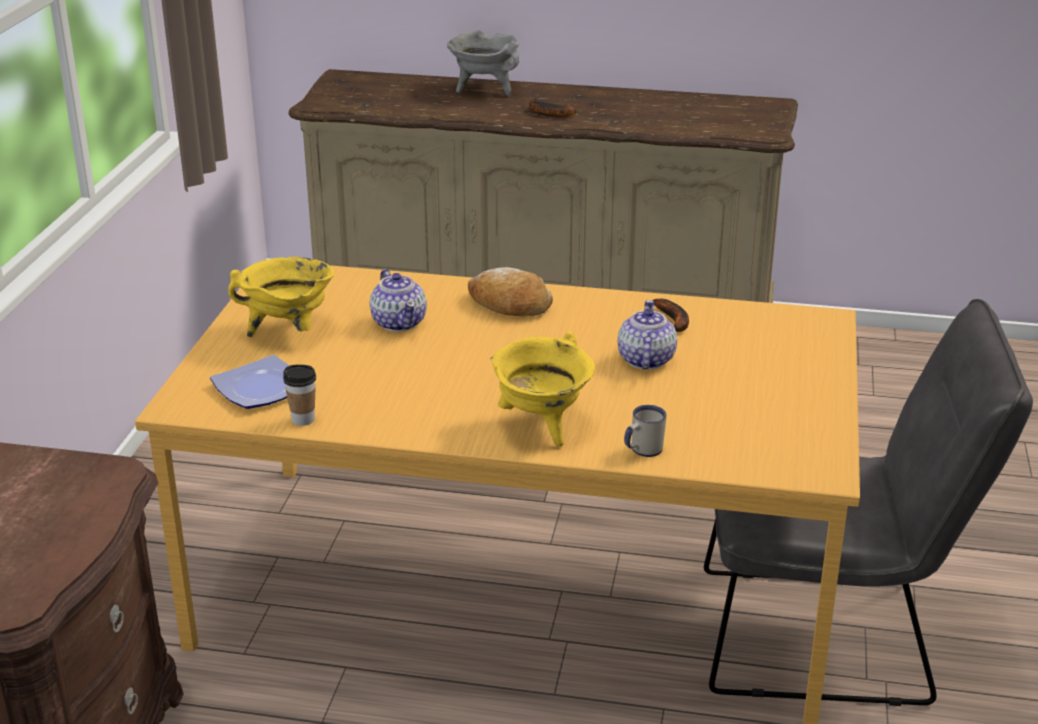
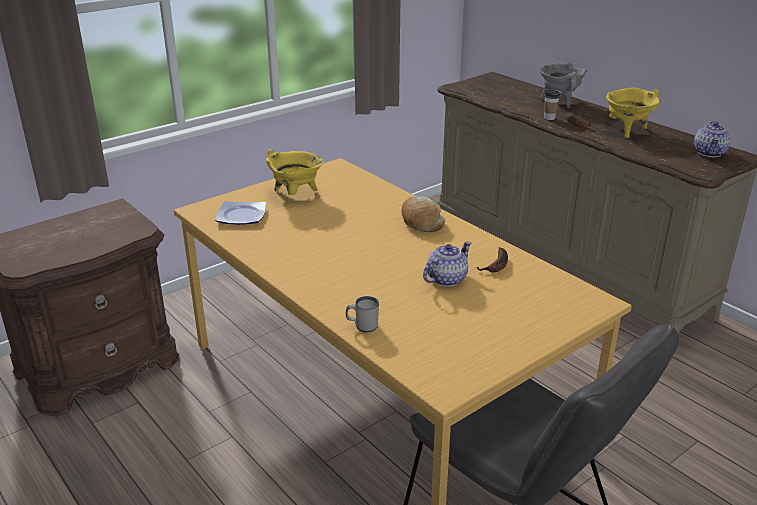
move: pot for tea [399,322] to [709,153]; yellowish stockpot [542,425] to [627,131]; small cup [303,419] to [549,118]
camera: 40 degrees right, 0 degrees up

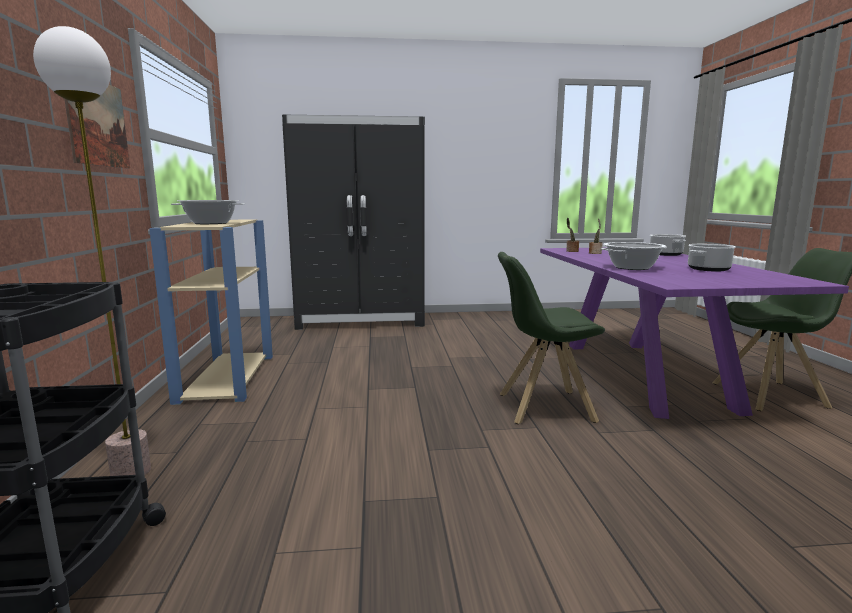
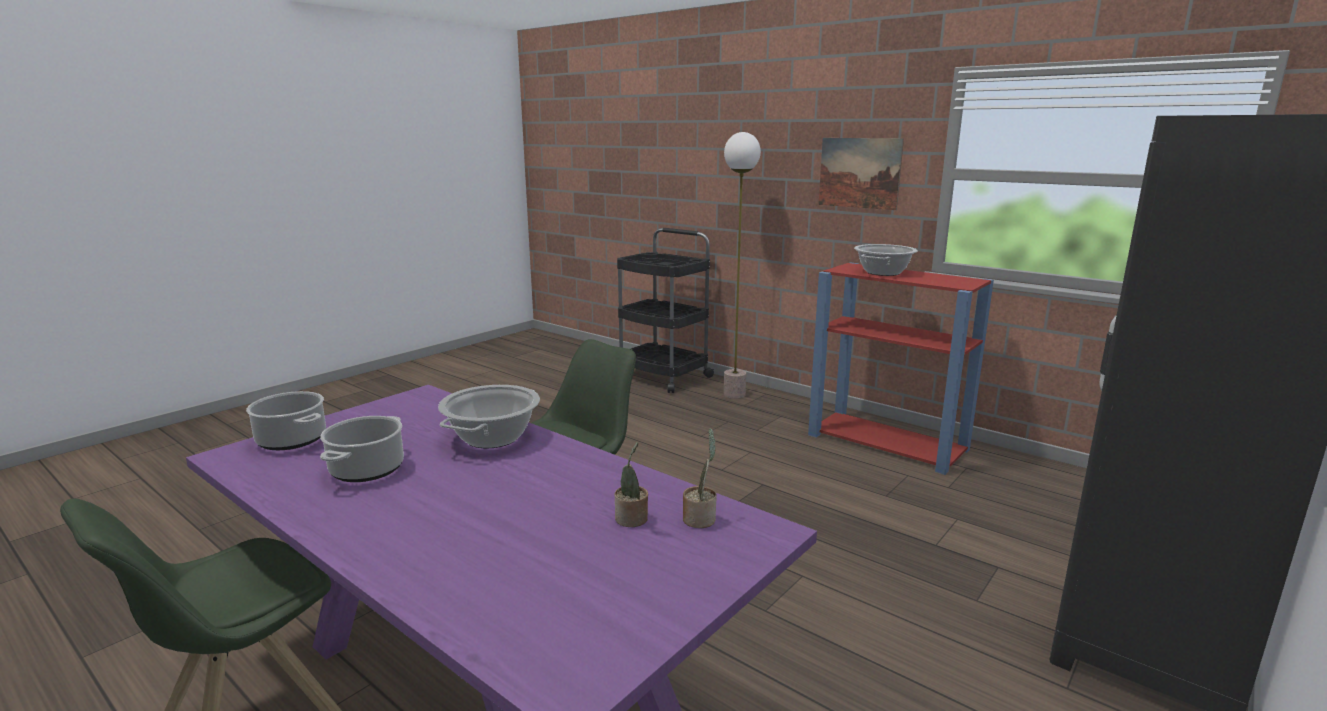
move: stockpot [666,254] to [291,440]
recolor: beige-coloured bookshelf [228,377] to reddish bookshelf [887,442]
camera: 135 degrees right, 5 degrees up

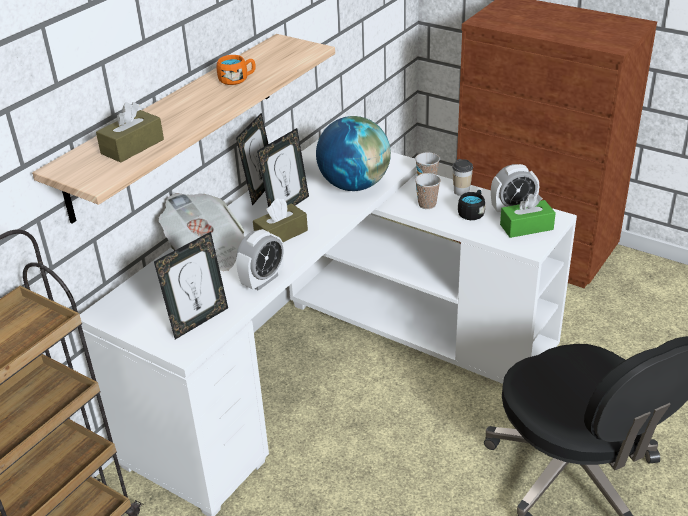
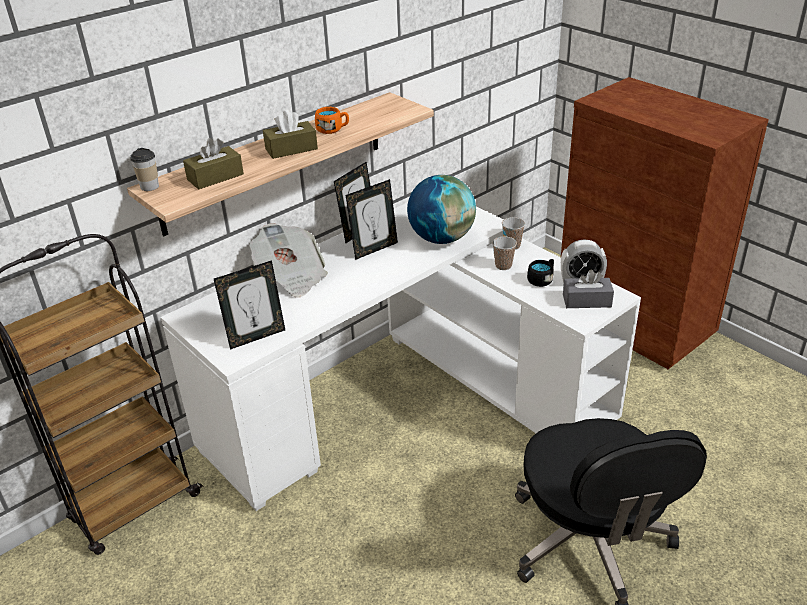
delete: bedside clock [262,280]
move: small cup [461,191] to [149,186]; brown-coloured tissue holder [281,234] to [291,149]
recolor: green-coloured tissue holder [526,227] to gray tissue holder [586,301]
camera: 15 degrees right, 0 degrees up

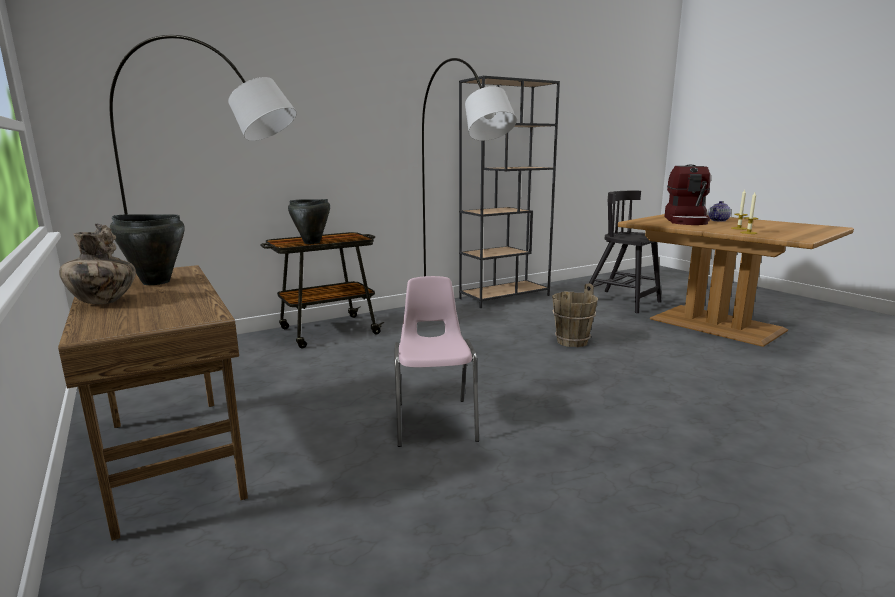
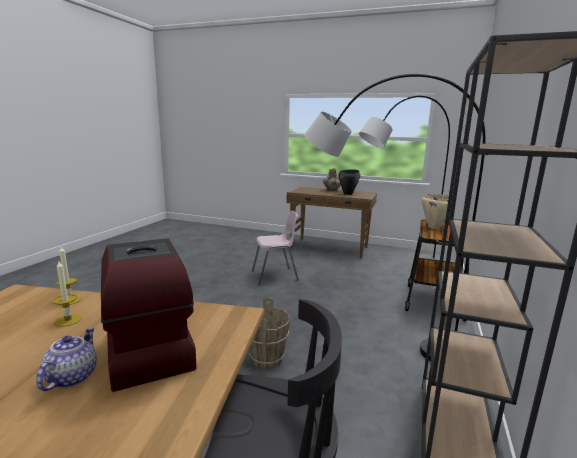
recolor: black-coloured stockpot [312,242] to beige-coloured stockpot [433,227]
rotate: pink chair [435,421] = [275,276] 60 degrees counterclockwise
camera: 140 degrees right, 0 degrees up

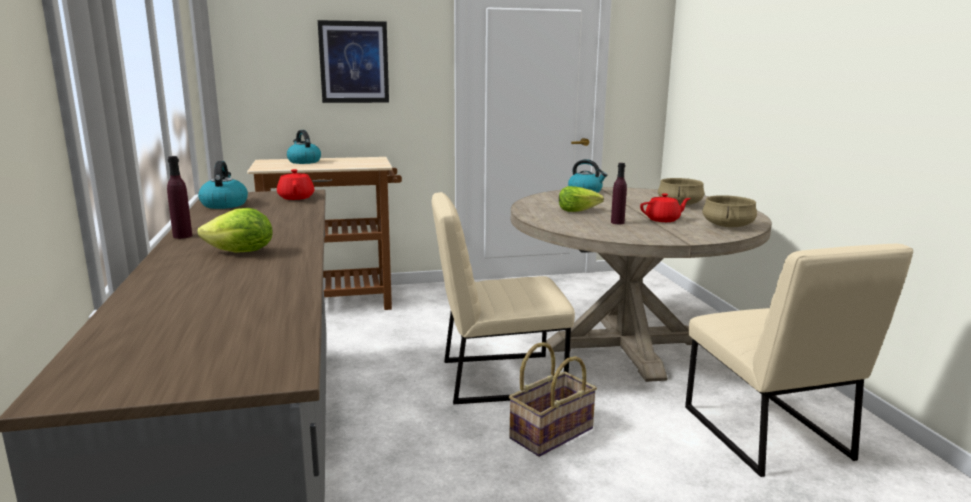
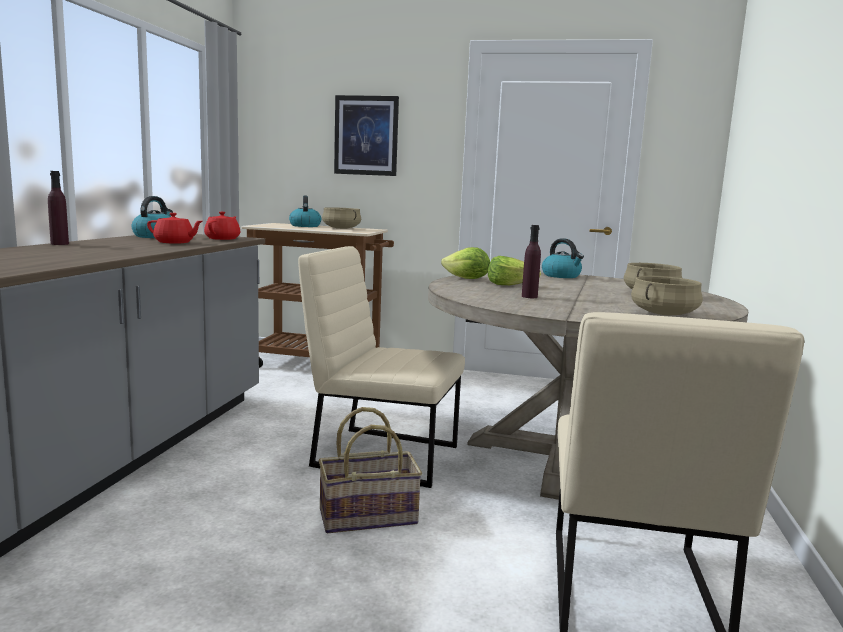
insert: beige-coloured stockpot [341,228]
move: reddish pot for tea [663,220] to [174,242]; head of lettuce [241,253] to [467,279]
camera: 25 degrees right, 5 degrees down

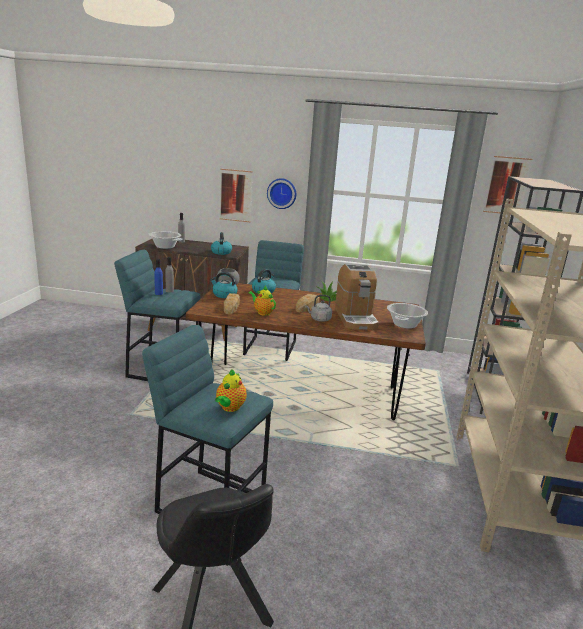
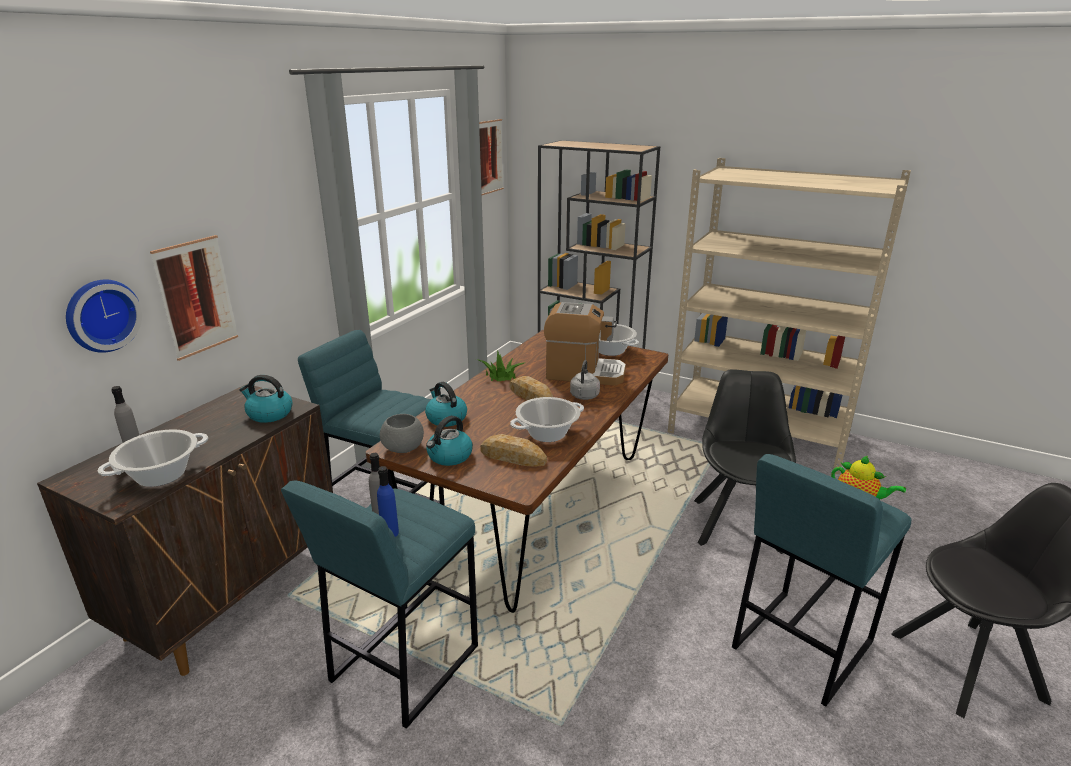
insert: black-coloured chair [736,523]
move: hanging clock [282,193] to [101,315]
replace: pot for tea [262,312] to stockpot [547,433]
camera: 70 degrees left, 5 degrees up

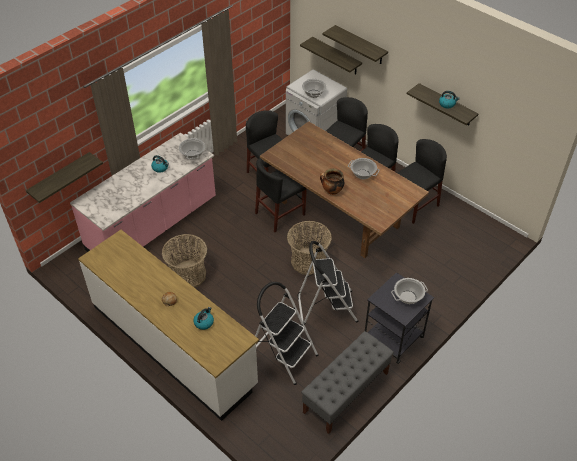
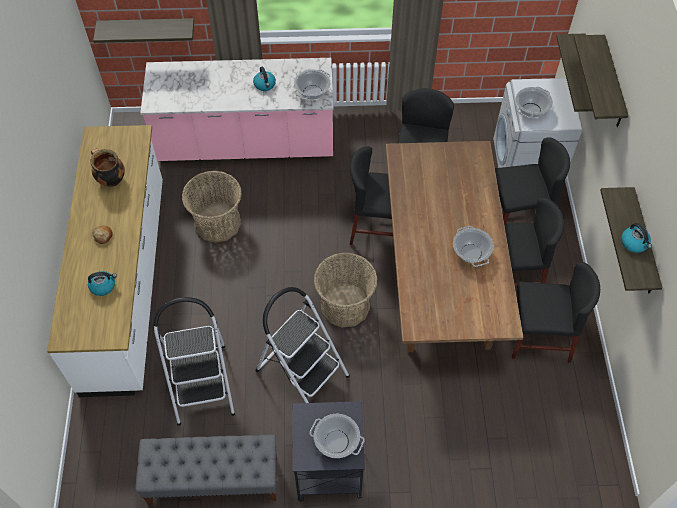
move: stockpot [332,191] to [111,180]
camera: 45 degrees right, 10 degrees up

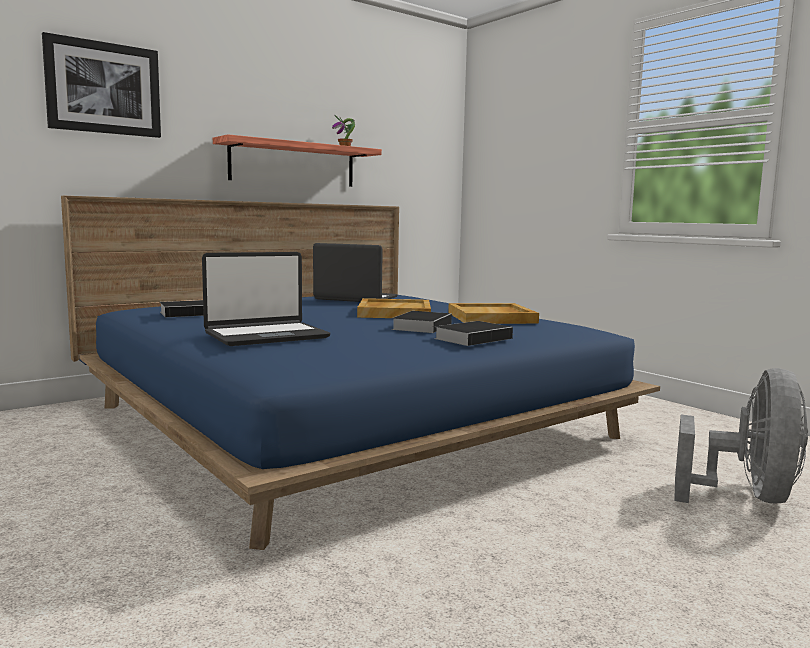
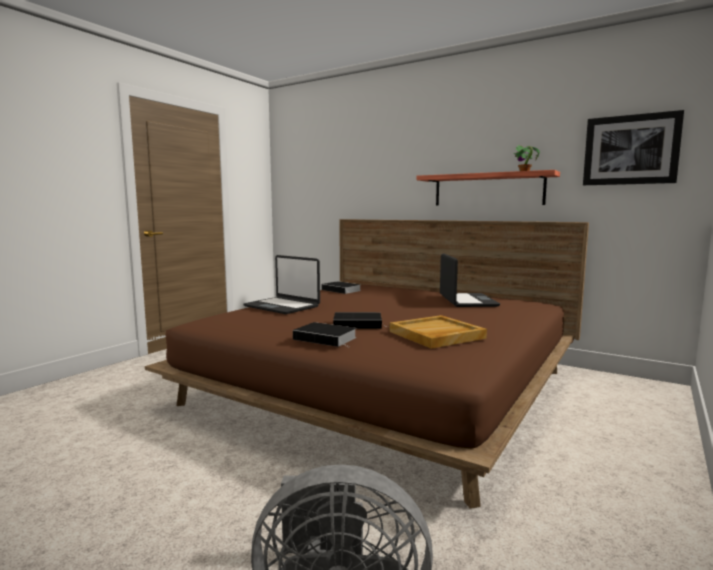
delete: beige-coloured serving tray [394,312]
move: wall art [104,88] to [630,150]
recolor: blue-coloured bedroom bed [348,421] to brown-coloured bedroom bed [384,387]
camera: 70 degrees right, 0 degrees up

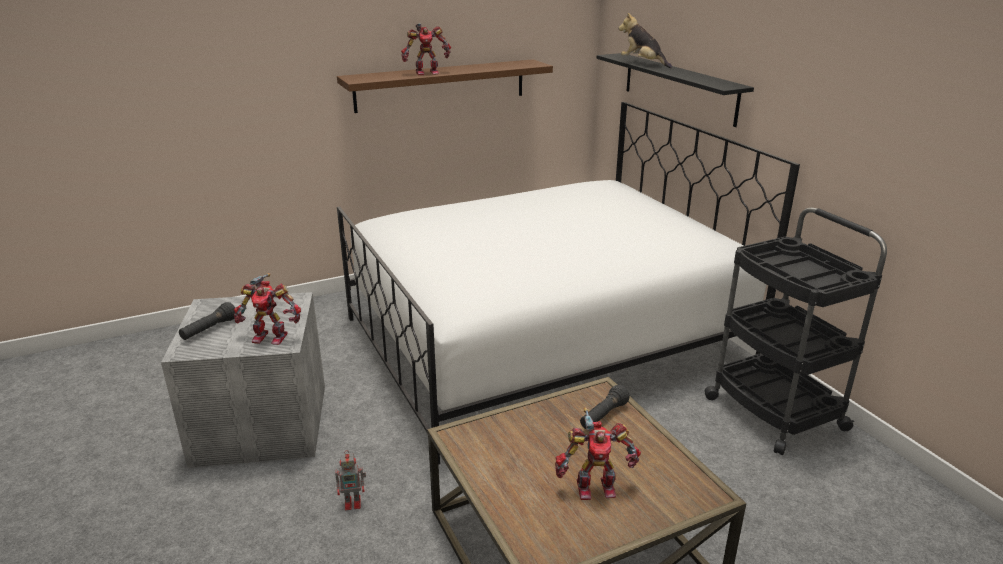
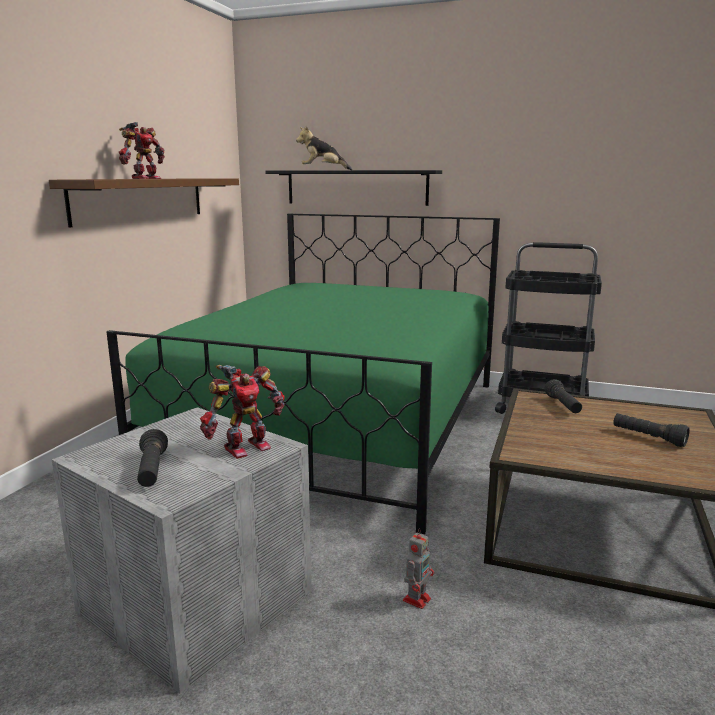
replace: robot figure [594,486] to black-coloured torch [648,437]
recolor: whitish bedroom bed [545,339] to green-coloured bedroom bed [339,423]
camera: 45 degrees left, 10 degrees down

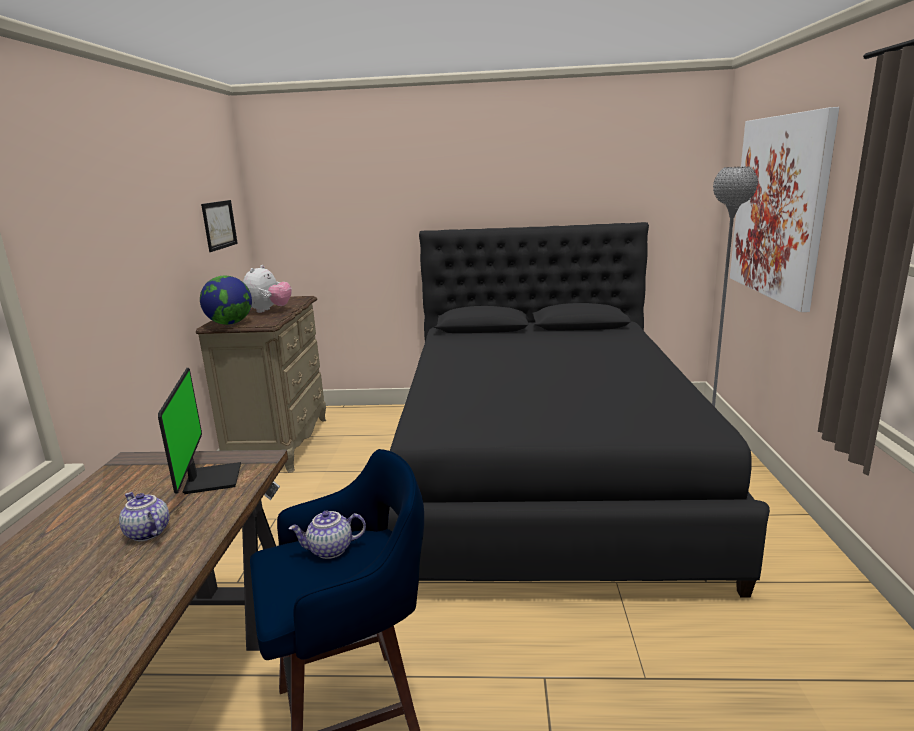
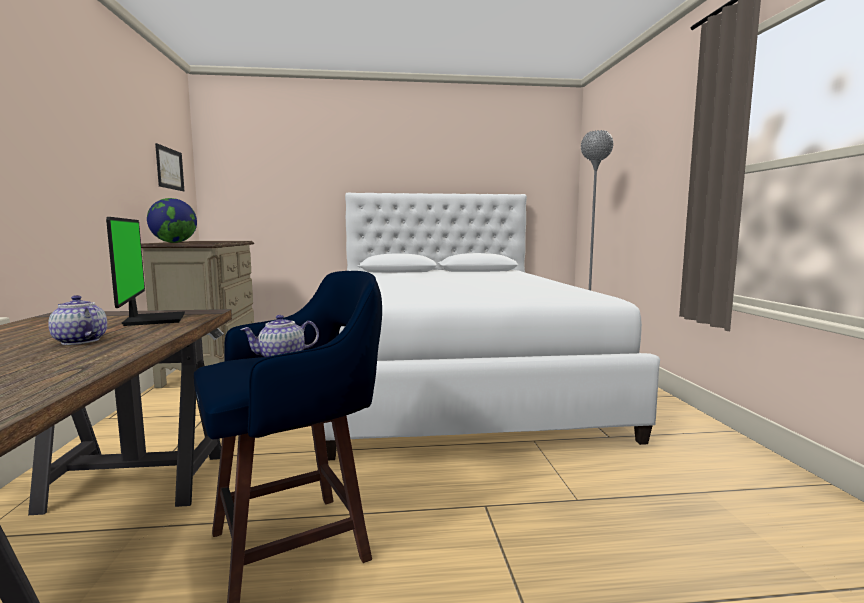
delete: wall art [779,207]; plush toy [269,310]
recolor: black-coloured bedroom bed [545,472] to whitish bedroom bed [456,379]
camera: 10 degrees left, 10 degrees down

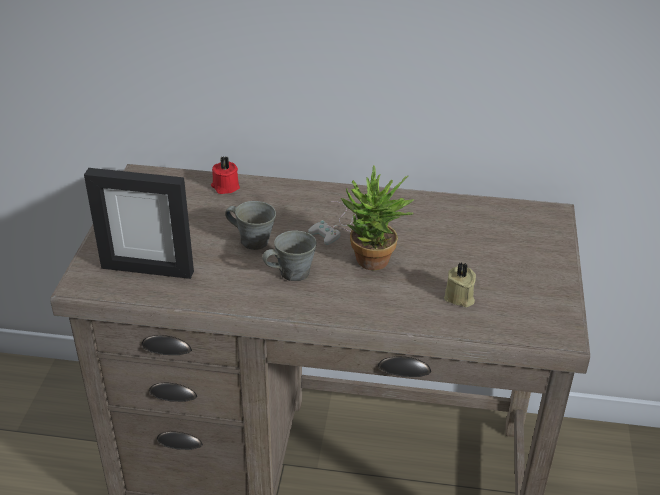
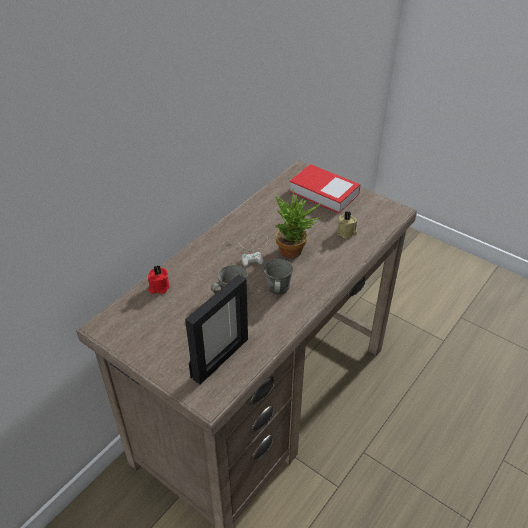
insert: bound book [324,193]
camera: 60 degrees left, 5 degrees up

